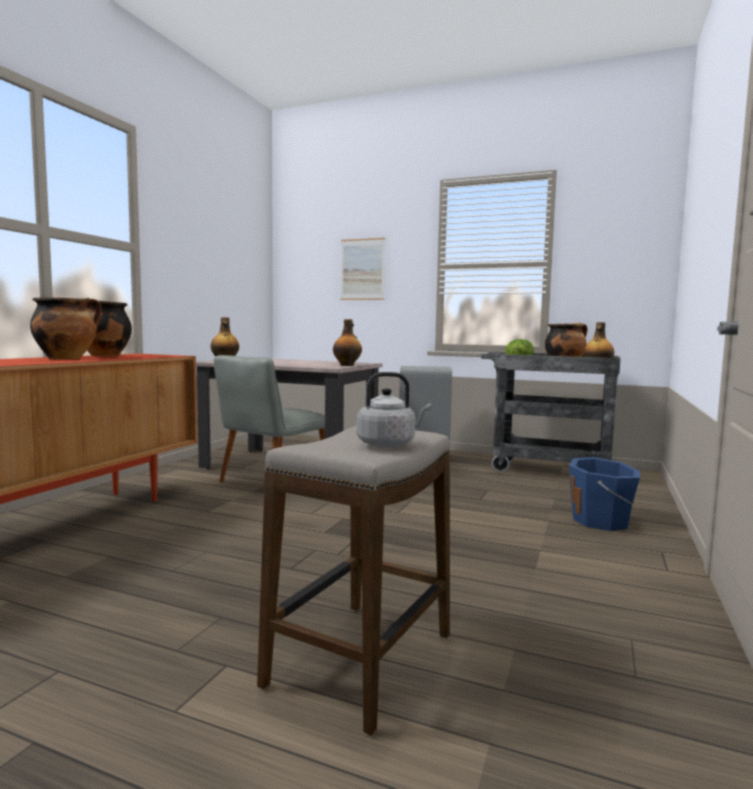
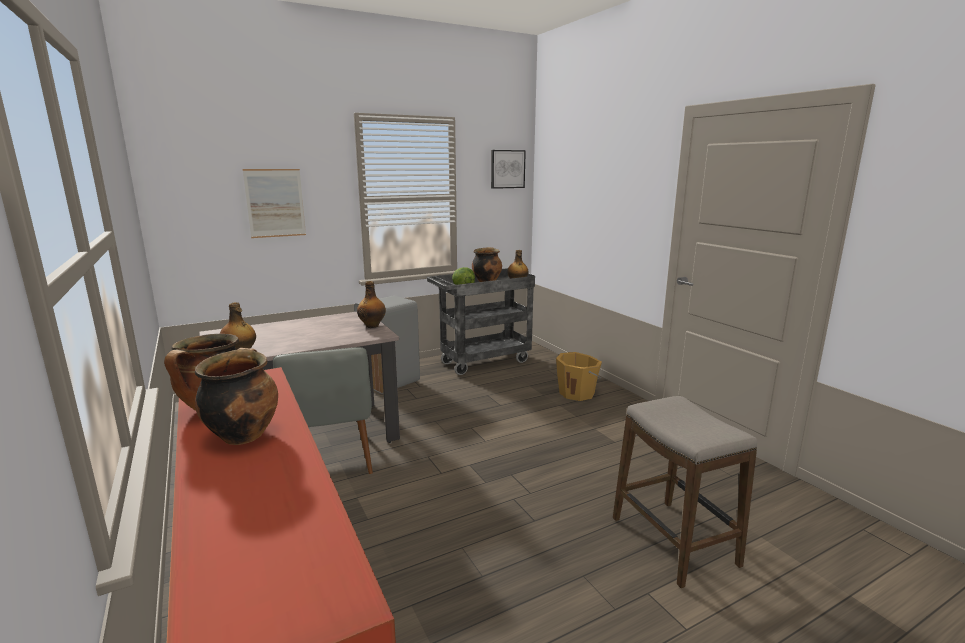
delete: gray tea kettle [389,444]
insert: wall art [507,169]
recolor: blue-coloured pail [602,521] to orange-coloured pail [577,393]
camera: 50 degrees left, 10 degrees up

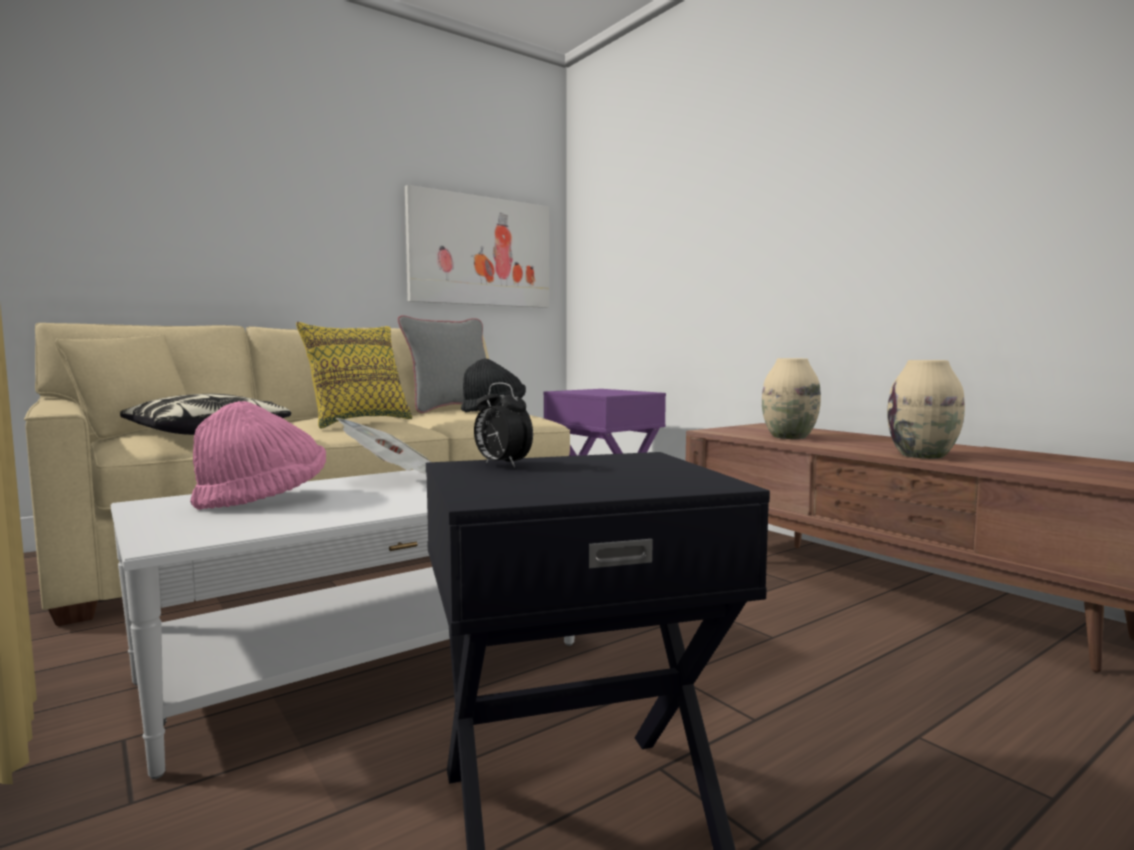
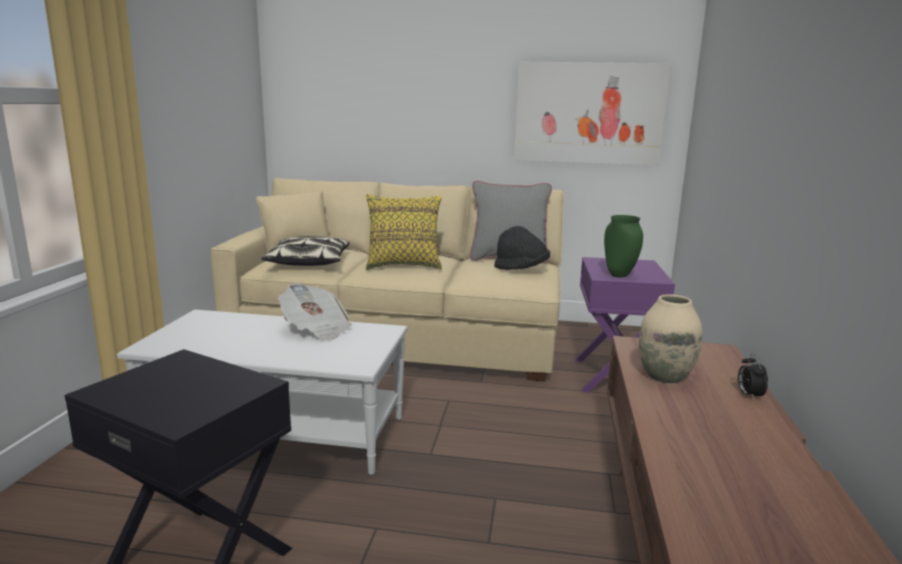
delete: beige-coloured flower vase [923,455]; pink wearable hat [263,499]
insert: green-coloured flower vase [620,275]
move: bedside clock [501,465] to [749,395]
camera: 45 degrees right, 10 degrees up

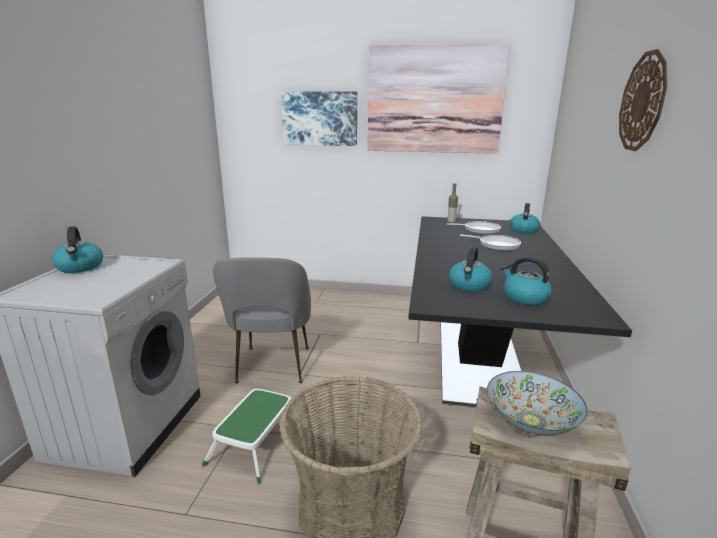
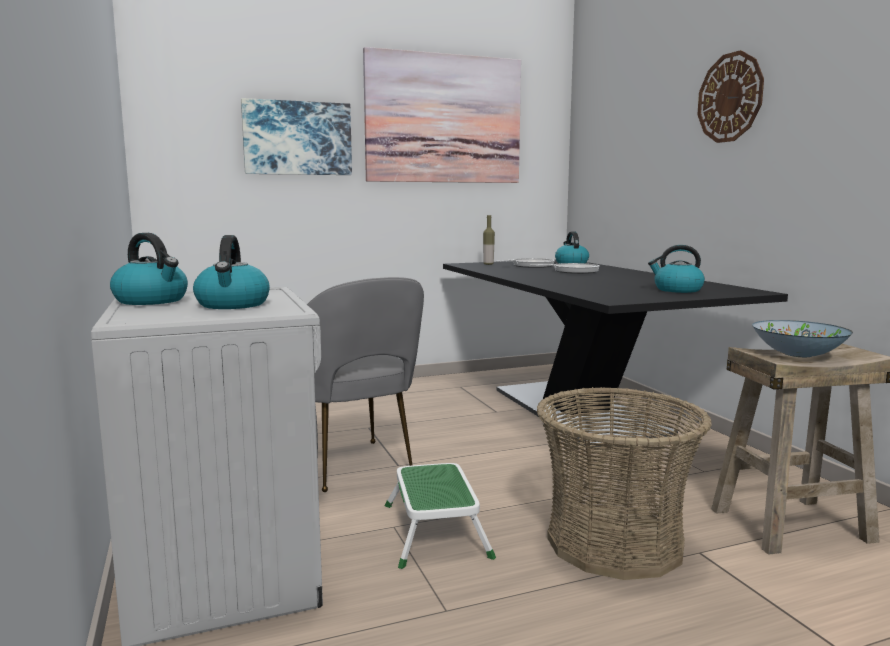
move: tea kettle [469,285] to [233,305]
camera: 30 degrees left, 10 degrees down

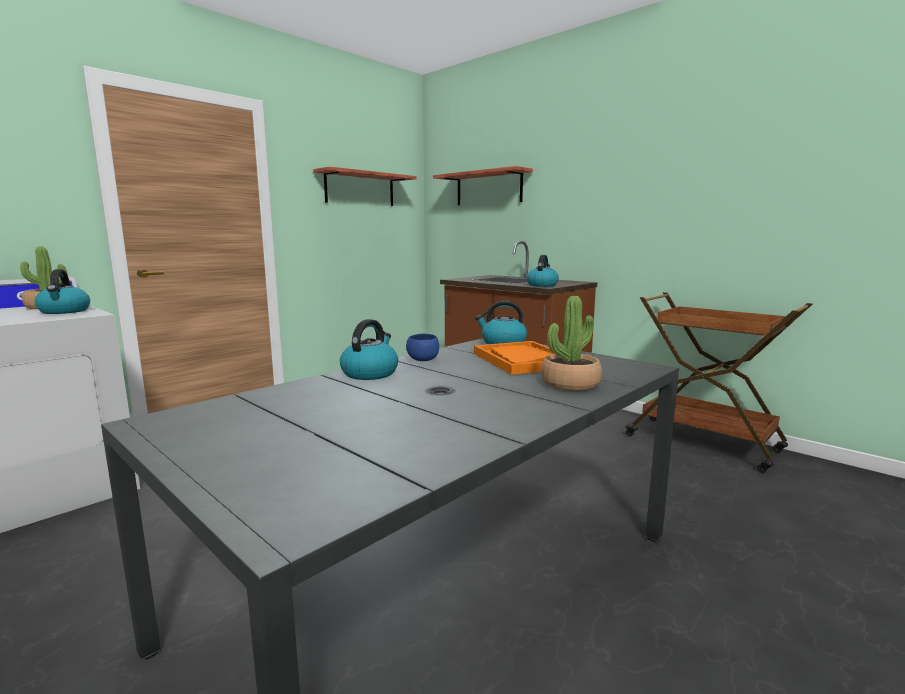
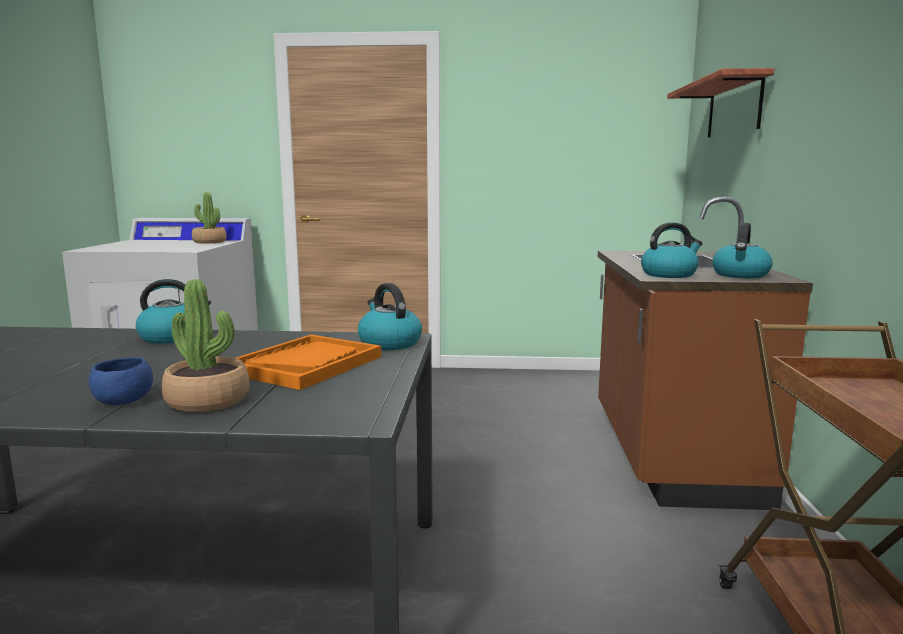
delete: shelf [360,189]
move: tea kettle [65,311] to [740,275]; blue-coloured serving bowl [422,360] to [123,401]
camera: 50 degrees right, 0 degrees up

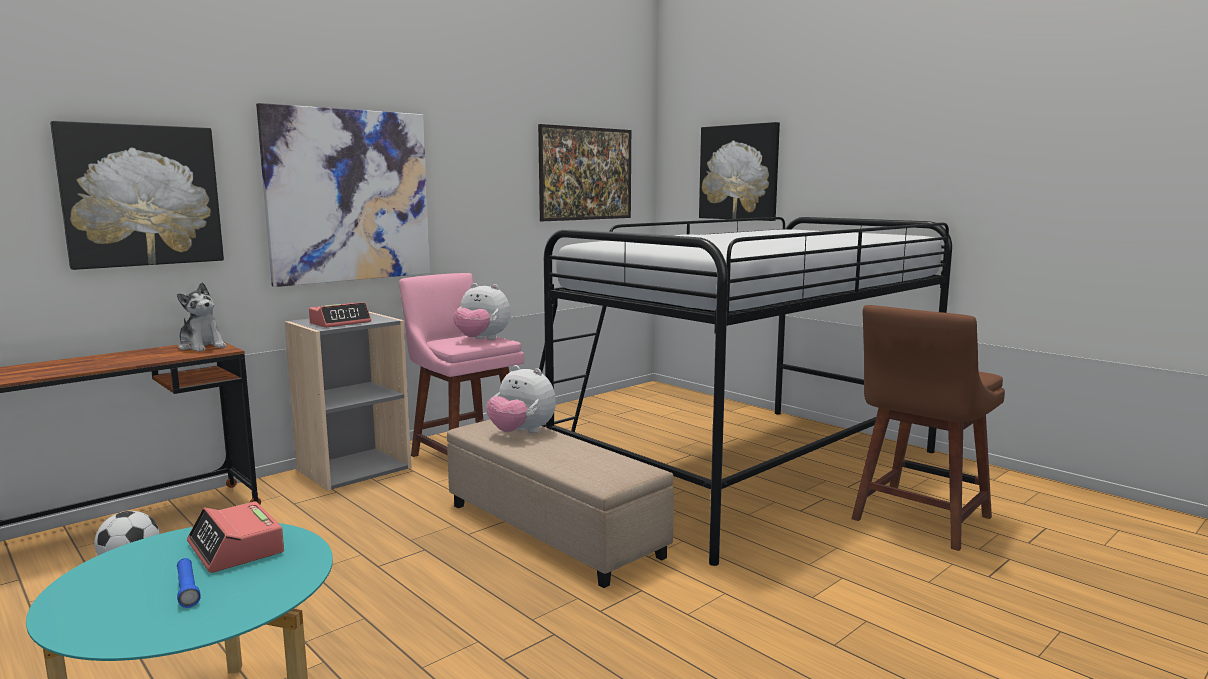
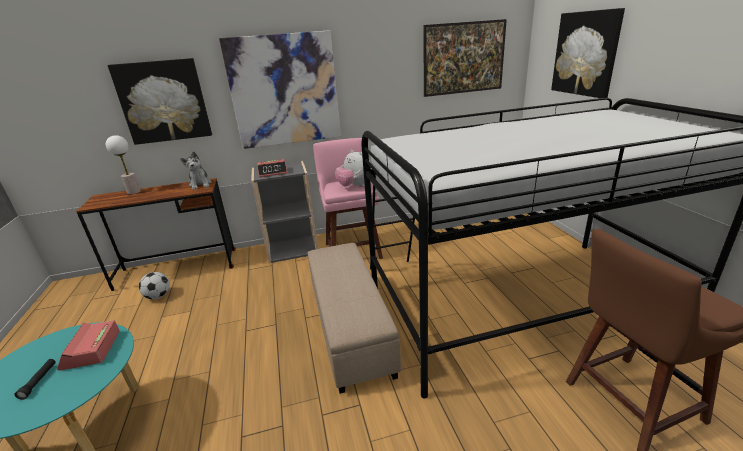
delete: plush toy [521,433]
insert: table lamp [134,192]
recolor: blue-coloured torch [187,589] to black-coloured torch [39,381]
camera: 30 degrees right, 15 degrees up

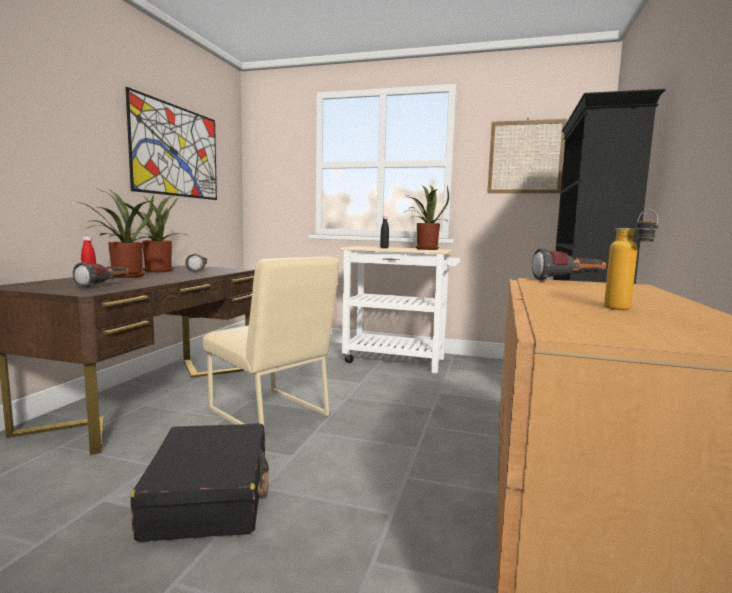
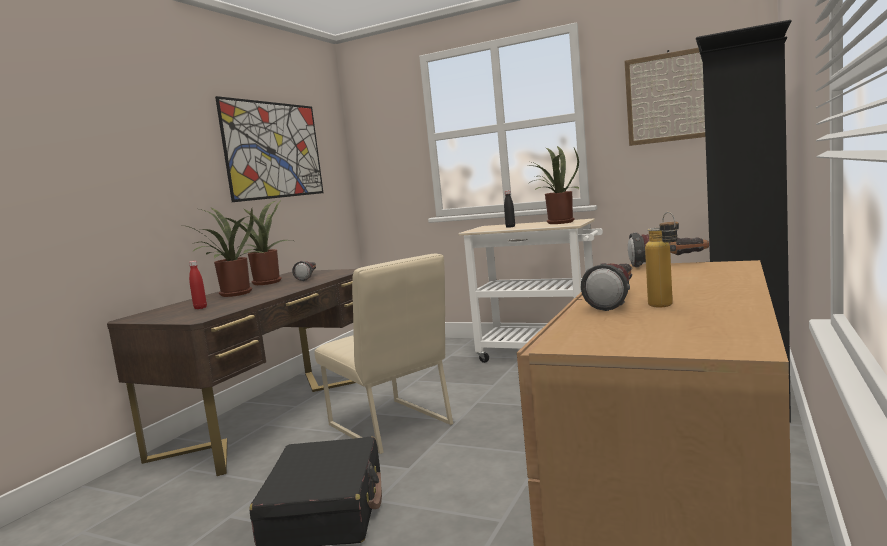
move: torch [105,285] to [616,301]
camera: 10 degrees right, 0 degrees up

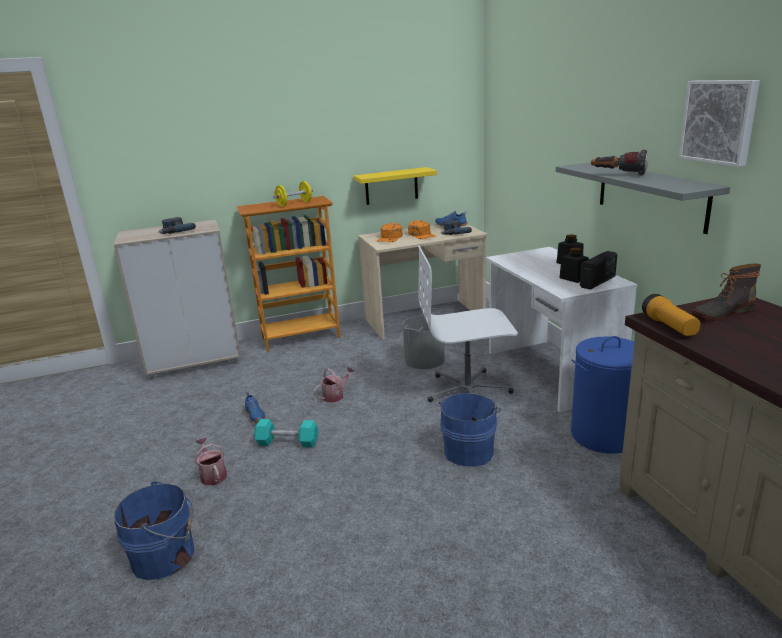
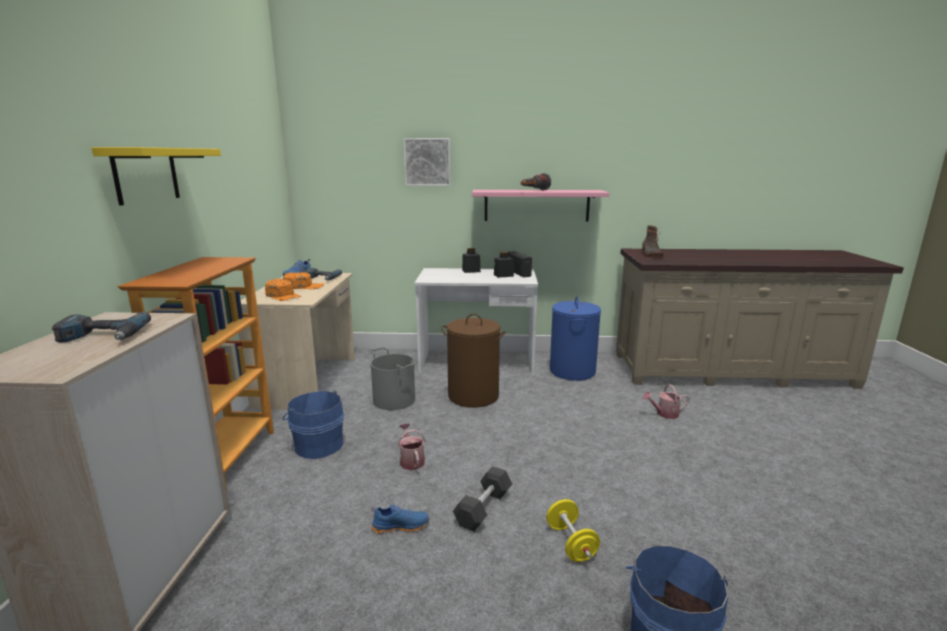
delete: torch [669,326]
move: wall art [719,121] to [427,162]; yellowish shelf [391,186] to [146,175]; yellowish hand weight [294,204] to [571,543]; blue-coloured pail [469,450] to [317,445]; watering can [212,475] to [664,414]
replace: whitish computer chair [468,391] to brown-coloured laundry basket [473,396]
recolor: gray shelf [650,195] to pink shelf [536,205]; turquoise hand weight [287,442] to black-coloured hand weight [483,508]
camera: 70 degrees left, 5 degrees down

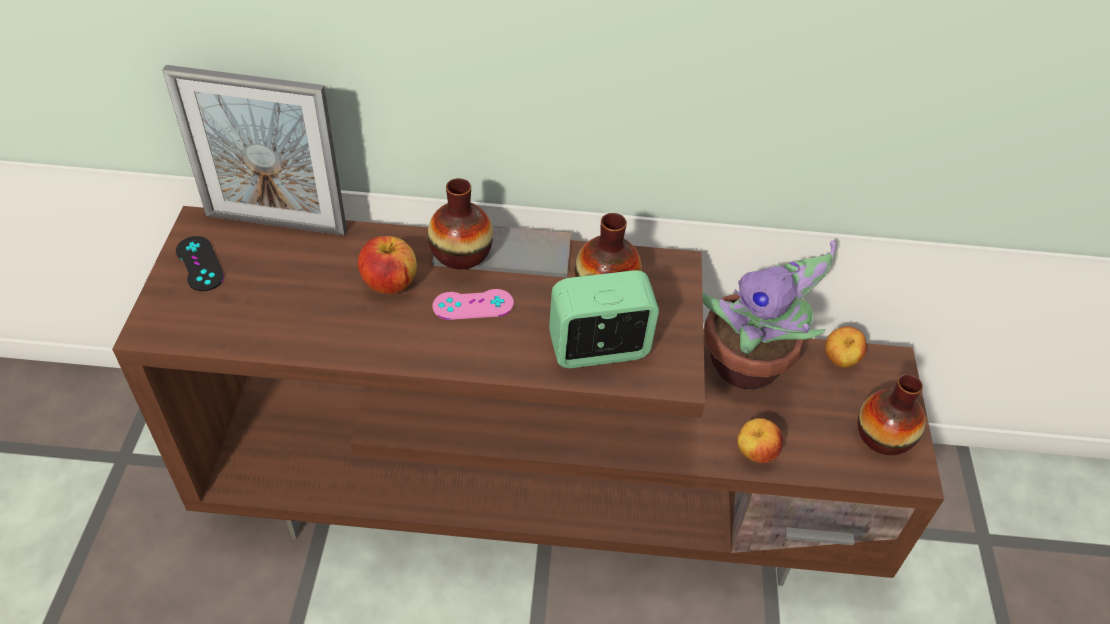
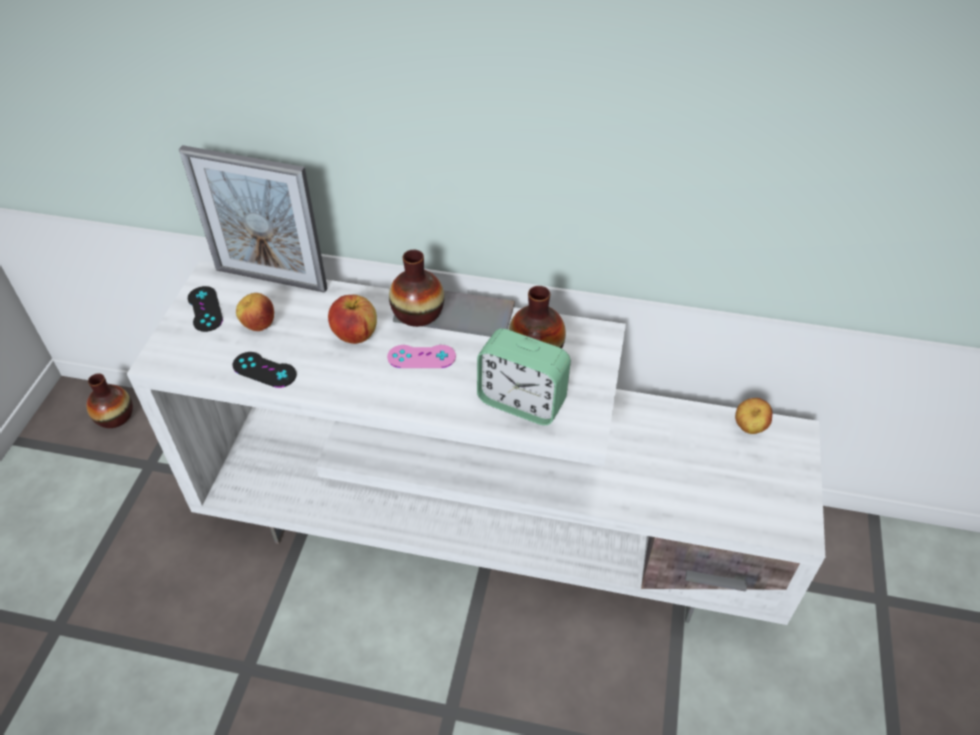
delete: houseplant [748,367]
insert: black-coloured joypad [264,370]
move: flower vase [883,436] to [115,416]; apple fruit [755,453] to [258,325]
recolor: brown-coloured media console [547,491] to whitish media console [493,522]
rotate: bedside clock [599,349] = [522,401] 150 degrees counterclockwise
camera: 10 degrees right, 0 degrees up

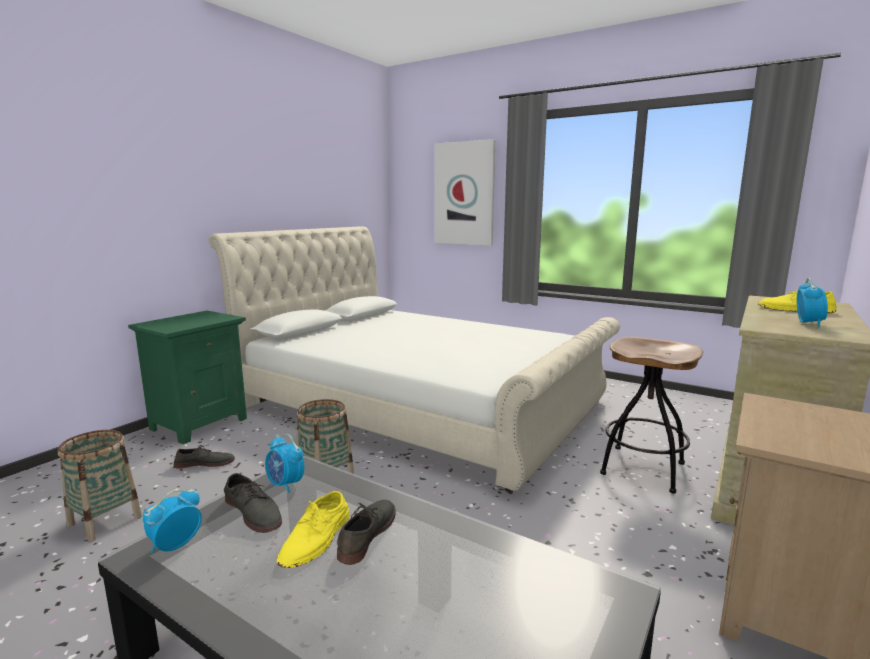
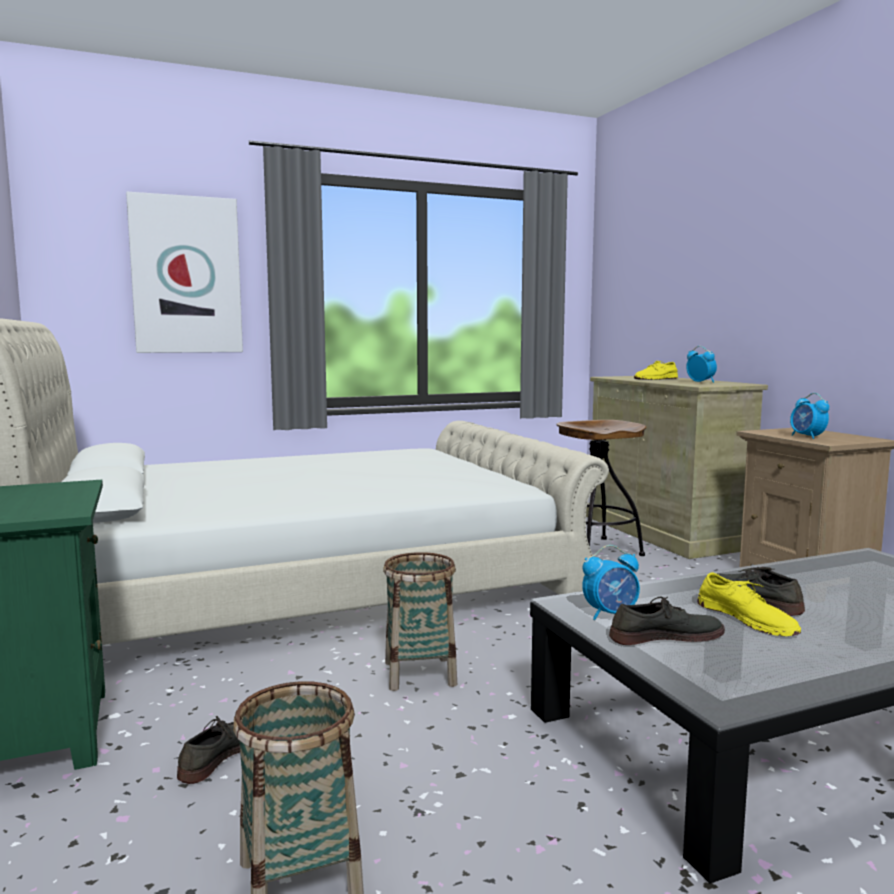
move: bedside clock [175,545] to [807,437]
camera: 55 degrees left, 5 degrees down

